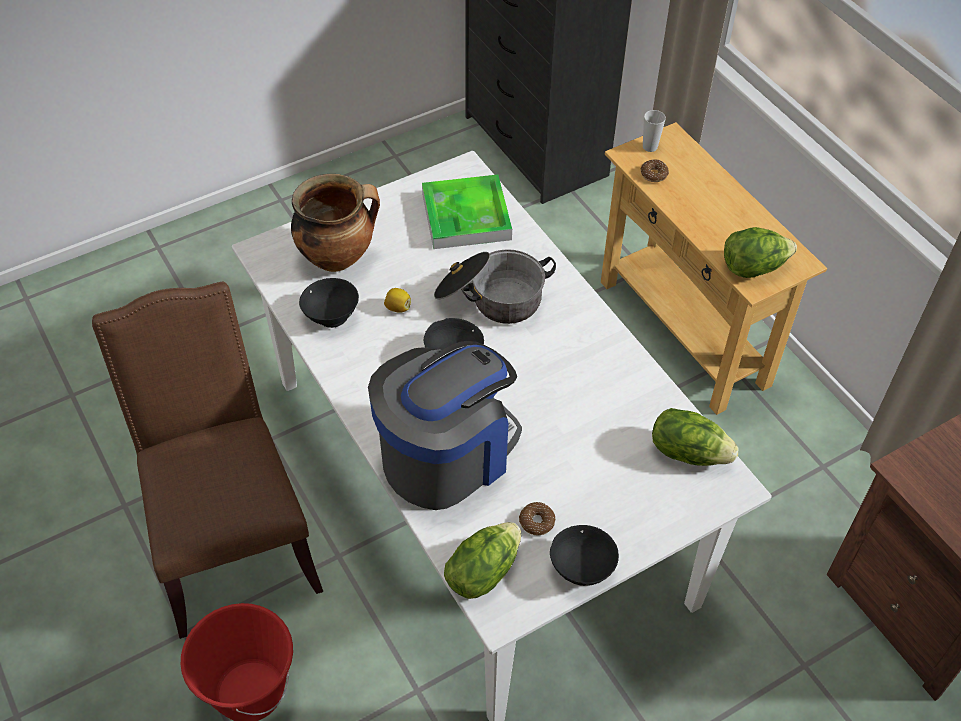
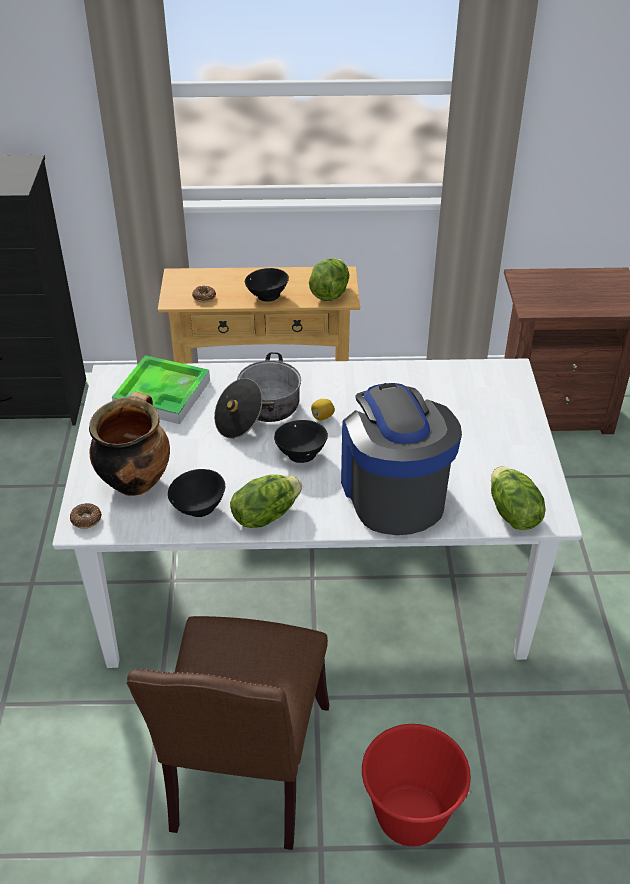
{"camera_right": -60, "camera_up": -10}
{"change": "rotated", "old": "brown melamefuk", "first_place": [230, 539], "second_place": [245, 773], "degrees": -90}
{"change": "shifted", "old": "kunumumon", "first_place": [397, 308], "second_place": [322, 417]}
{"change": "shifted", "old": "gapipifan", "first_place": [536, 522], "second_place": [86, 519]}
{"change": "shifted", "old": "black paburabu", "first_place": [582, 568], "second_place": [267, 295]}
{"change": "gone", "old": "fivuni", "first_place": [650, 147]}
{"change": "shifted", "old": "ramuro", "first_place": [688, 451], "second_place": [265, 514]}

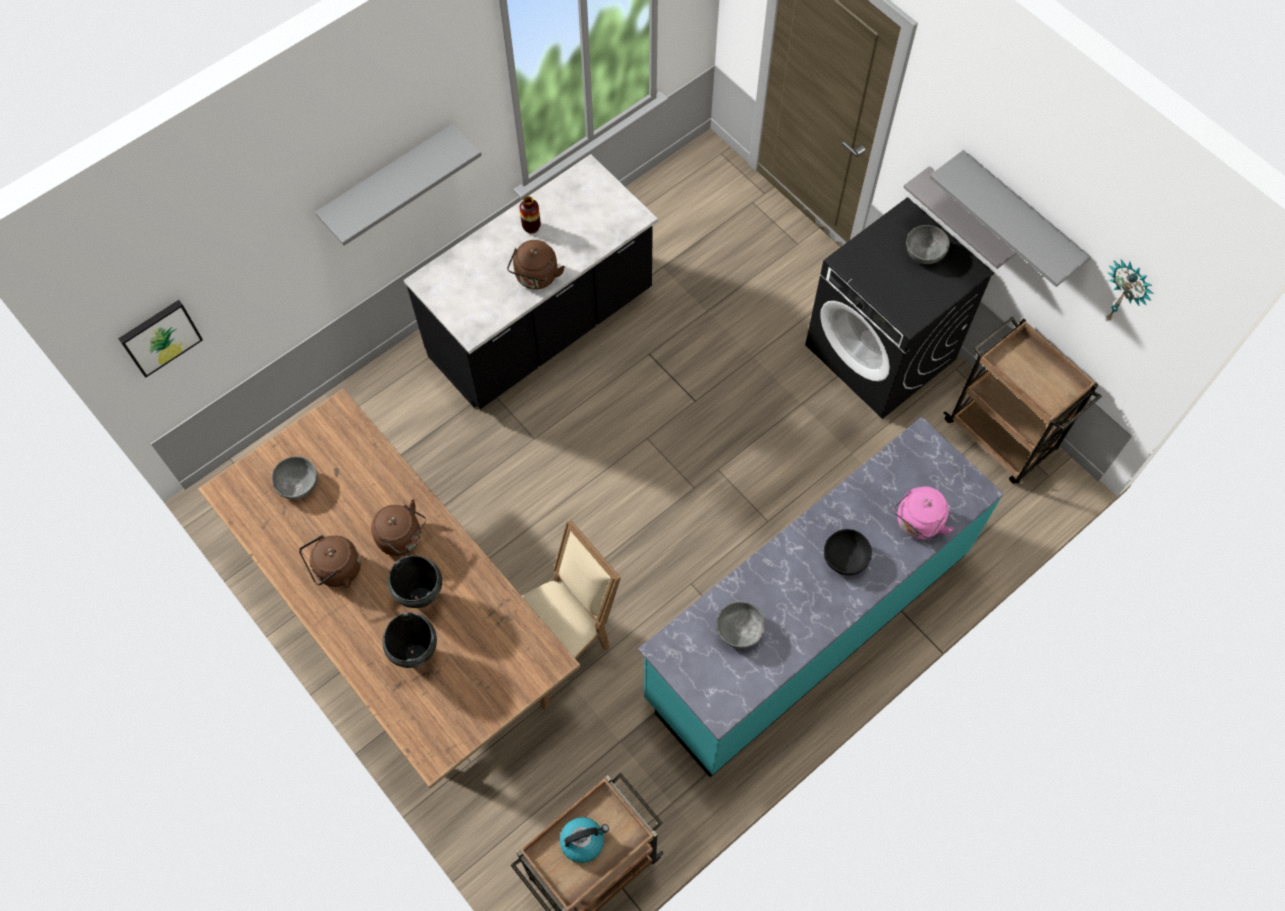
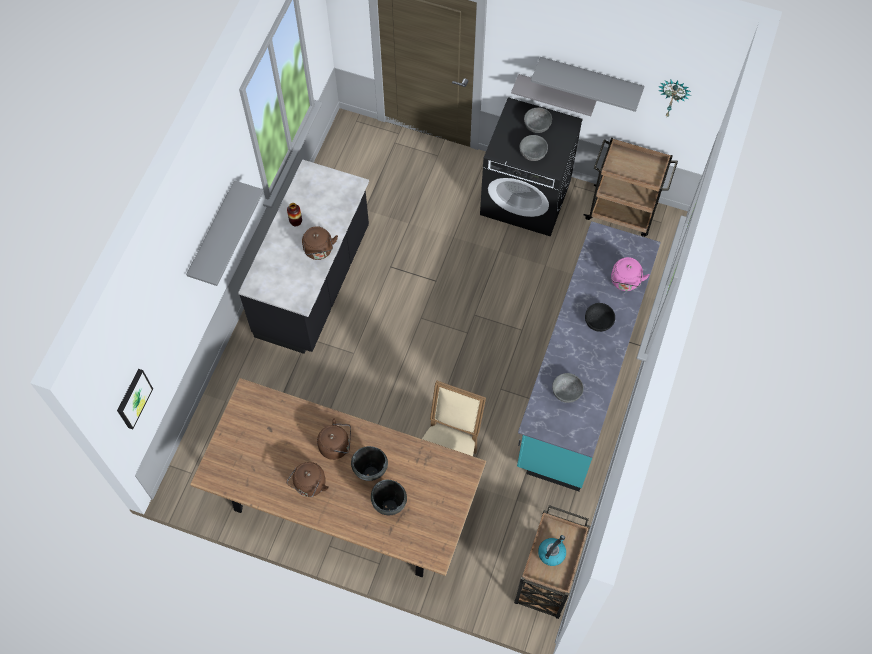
{"camera_right": -30, "camera_up": 0}
{"change": "shifted", "old": "grey paburabu", "first_place": [298, 484], "second_place": [533, 152]}

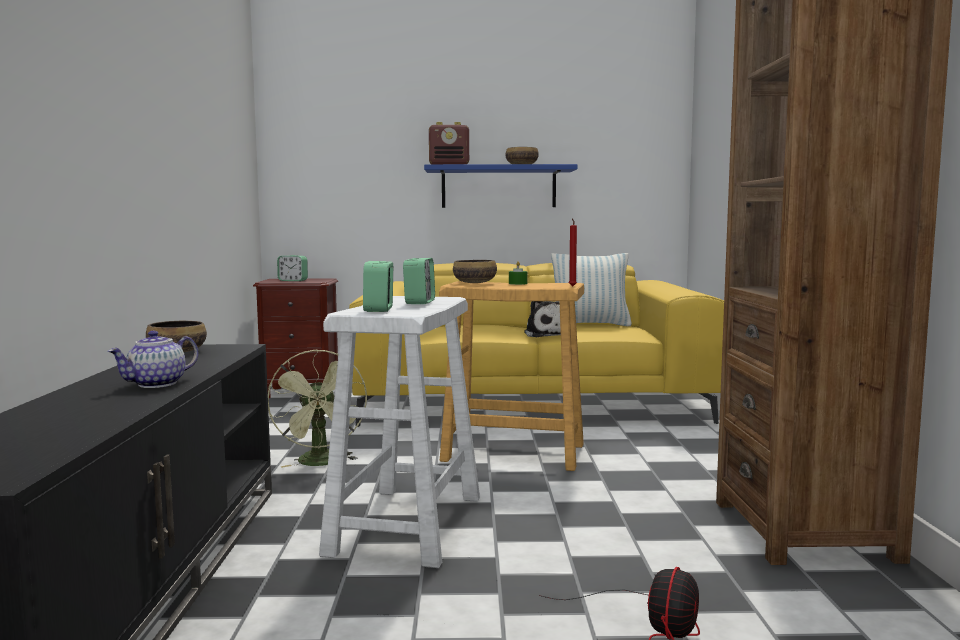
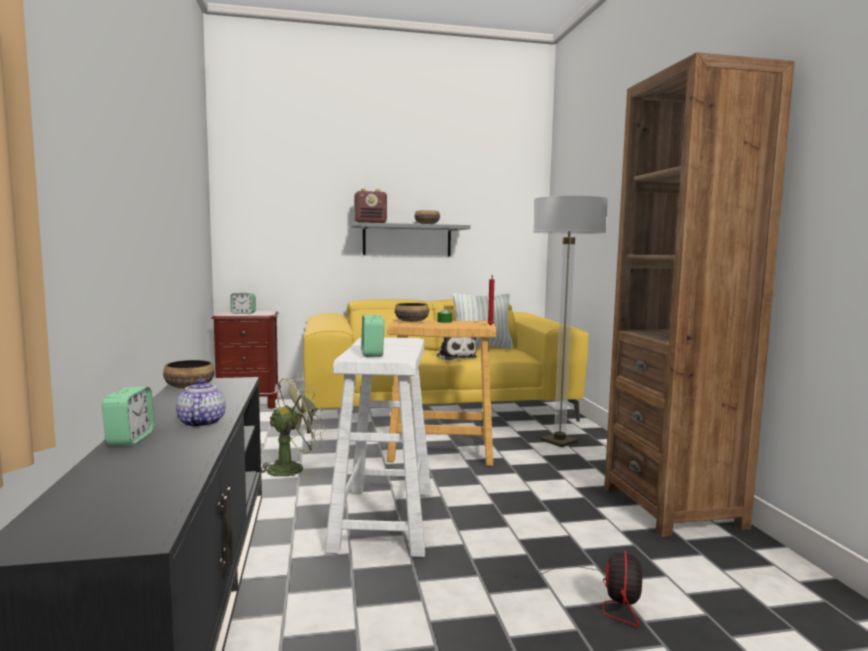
{"camera_right": -10, "camera_up": 0}
{"change": "rotated", "old": "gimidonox", "first_place": [157, 384], "second_place": [200, 423], "degrees": 135}
{"change": "rotated", "old": "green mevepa", "first_place": [322, 463], "second_place": [292, 468], "degrees": -105}
{"change": "shifted", "old": "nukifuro", "first_place": [419, 302], "second_place": [130, 438]}
{"change": "repainted", "old": "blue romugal", "new": "grey romugal", "first_place": [498, 187], "second_place": [407, 240]}
{"change": "new", "new": "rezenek", "second_place": [559, 442]}

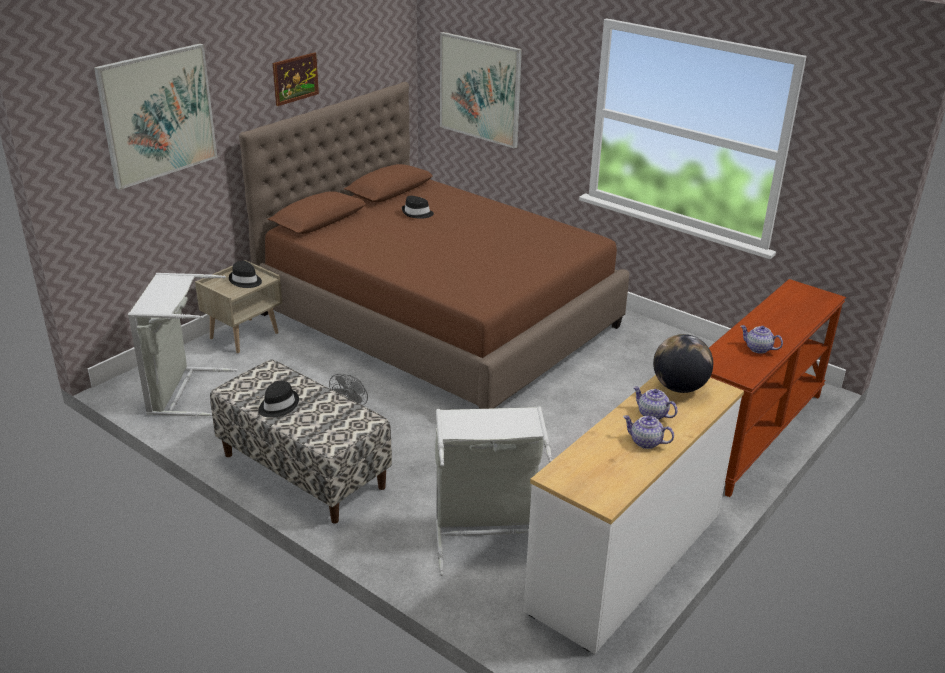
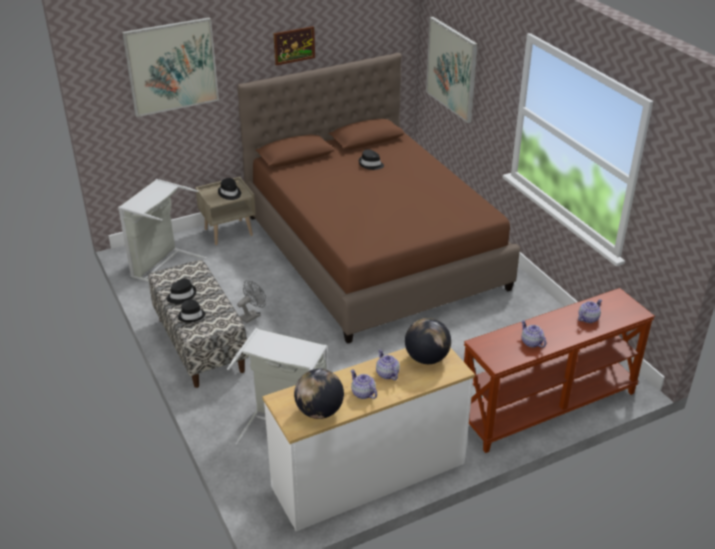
{"camera_right": 25, "camera_up": 5}
{"change": "new", "new": "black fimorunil", "second_place": [191, 315]}
{"change": "new", "new": "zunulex", "second_place": [319, 411]}
{"change": "new", "new": "gimidonox", "second_place": [588, 318]}

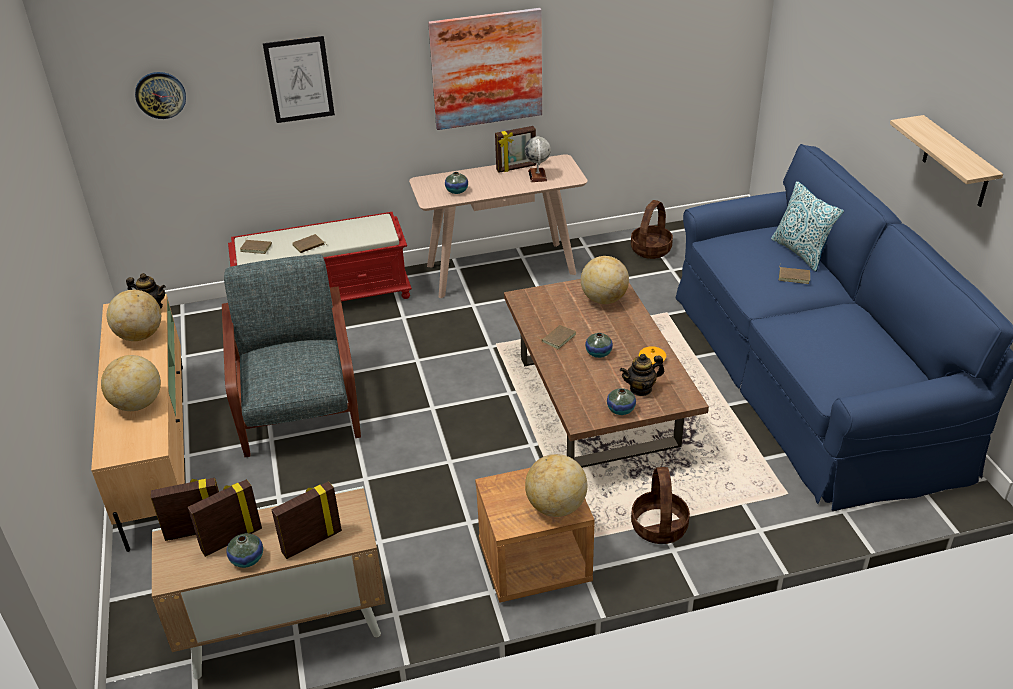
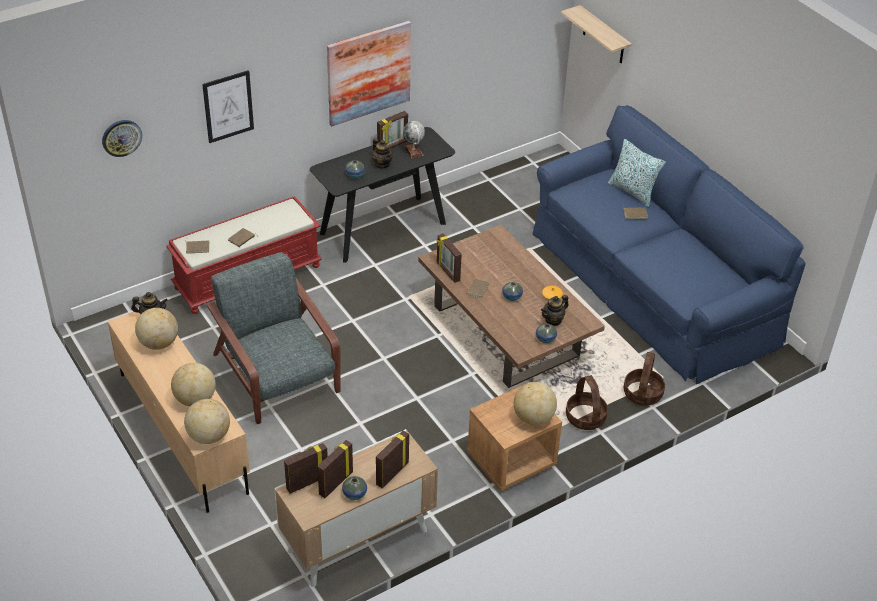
{"camera_right": -20, "camera_up": 5}
{"change": "repainted", "old": "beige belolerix", "new": "black belolerix", "first_place": [501, 269], "second_place": [383, 228]}
{"change": "shifted", "old": "zunulex", "first_place": [604, 299], "second_place": [209, 436]}
{"change": "shifted", "old": "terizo", "first_place": [651, 250], "second_place": [643, 394]}
{"change": "shifted", "old": "romugal", "first_place": [956, 163], "second_place": [604, 36]}
{"change": "new", "new": "gimidonox", "second_place": [382, 164]}
{"change": "new", "new": "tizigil", "second_place": [447, 272]}

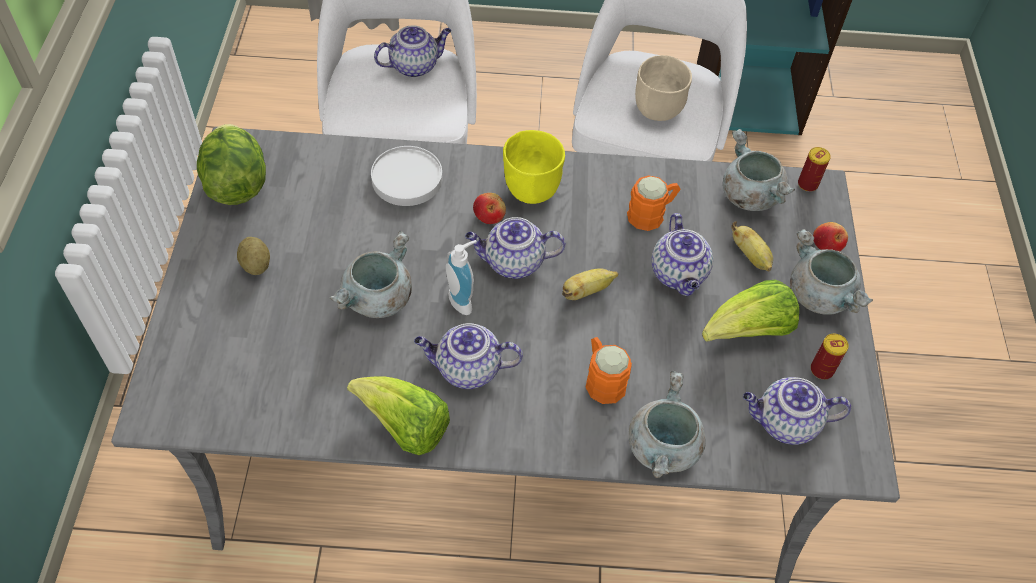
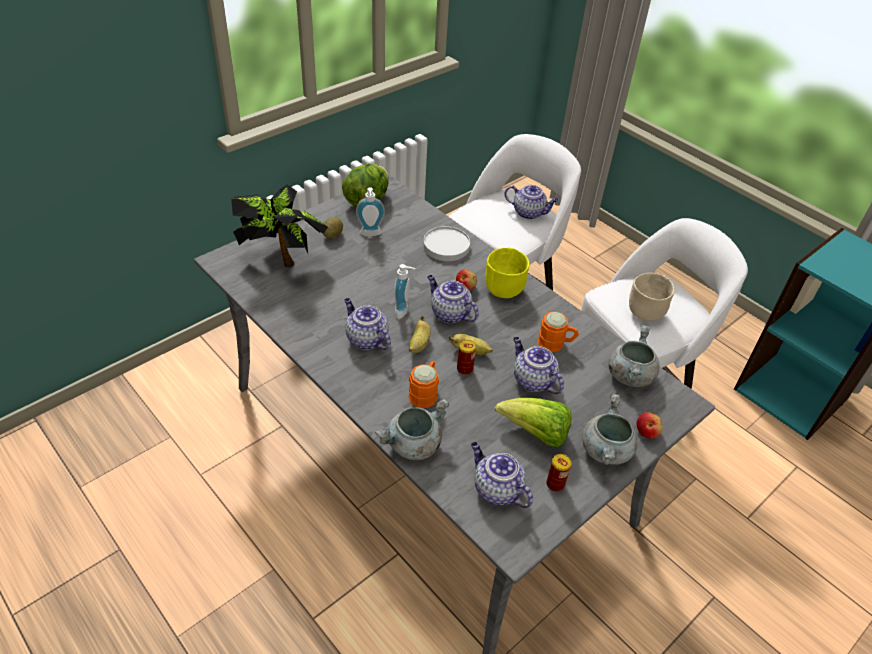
{"camera_right": 45, "camera_up": -10}
{"change": "gone", "old": "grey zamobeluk", "first_place": [377, 300]}
{"change": "gone", "old": "ramuro", "first_place": [405, 427]}
{"change": "rotated", "old": "gimidonox", "first_place": [679, 275], "second_place": [532, 380], "degrees": 105}
{"change": "shifted", "old": "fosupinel", "first_place": [751, 256], "second_place": [419, 344]}
{"change": "shifted", "old": "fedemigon", "first_place": [807, 184], "second_place": [464, 369]}
{"change": "new", "new": "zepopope", "second_place": [281, 258]}
{"change": "new", "new": "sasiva", "second_place": [370, 234]}

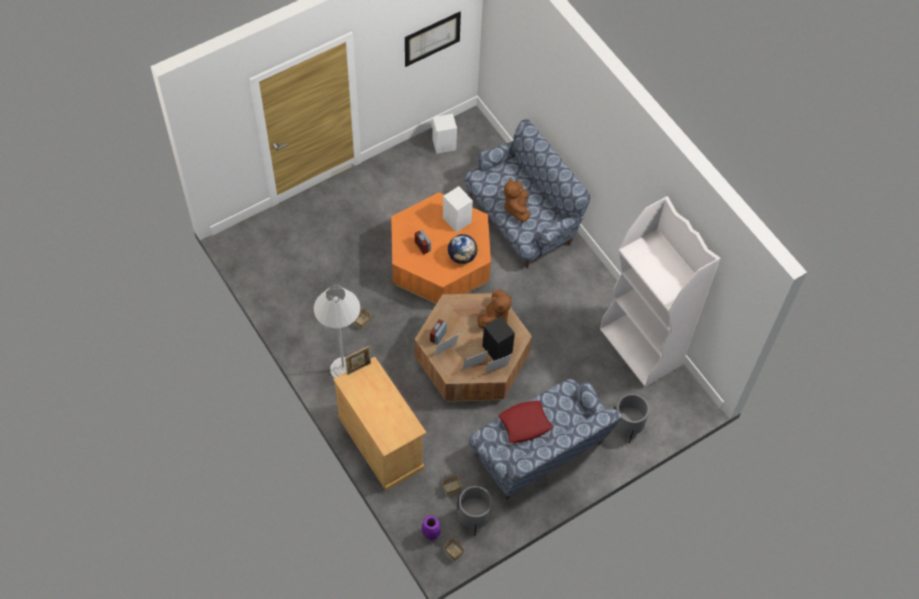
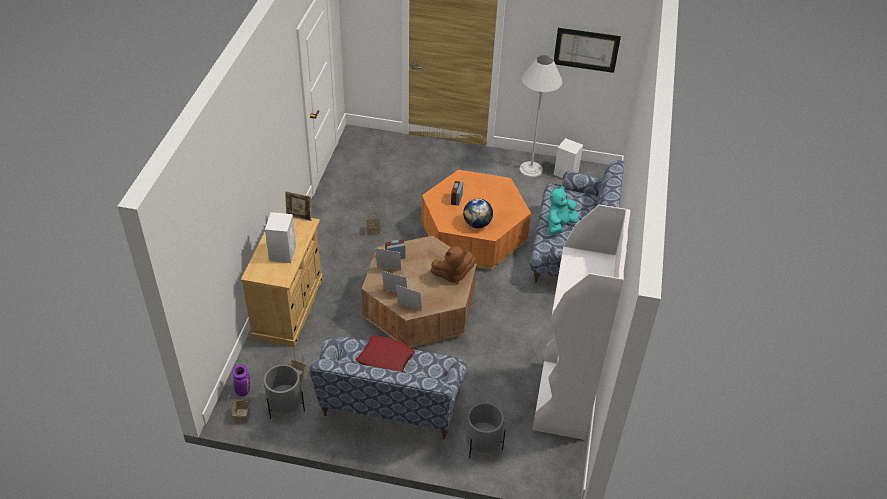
{"camera_right": 45, "camera_up": -15}
{"change": "shifted", "old": "white rezenek", "first_place": [343, 369], "second_place": [531, 170]}
{"change": "shifted", "old": "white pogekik", "first_place": [456, 219], "second_place": [283, 252]}
{"change": "gone", "old": "black pogekik", "first_place": [497, 349]}
{"change": "repainted", "old": "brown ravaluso", "new": "turquoise ravaluso", "first_place": [516, 208], "second_place": [559, 225]}

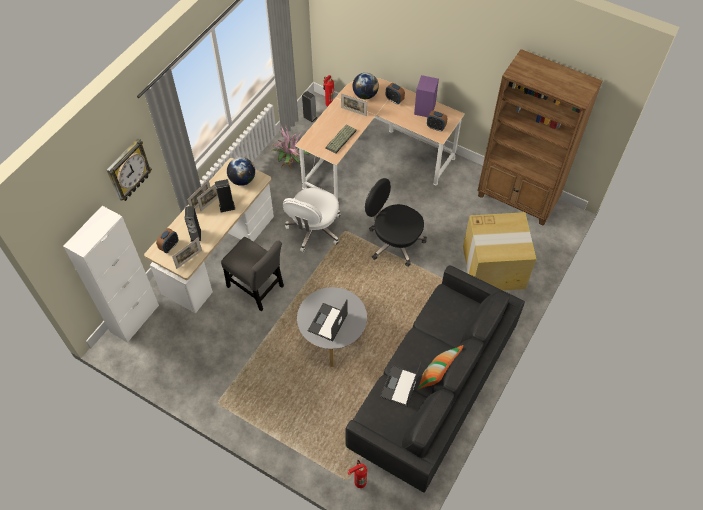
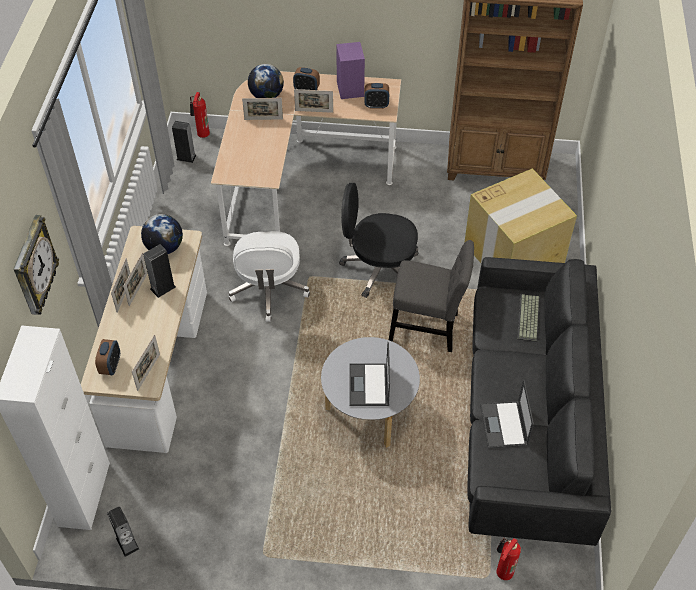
{"camera_right": -25, "camera_up": -5}
{"change": "shifted", "old": "pogekik", "first_place": [195, 235], "second_place": [127, 543]}
{"change": "shifted", "old": "grey melamefuk", "first_place": [257, 288], "second_place": [427, 328]}
{"change": "gone", "old": "zepopope", "first_place": [291, 163]}
{"change": "shifted", "old": "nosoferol", "first_place": [341, 139], "second_place": [529, 319]}
{"change": "gone", "old": "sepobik", "first_place": [437, 377]}
{"change": "new", "new": "tizigil", "second_place": [314, 111]}

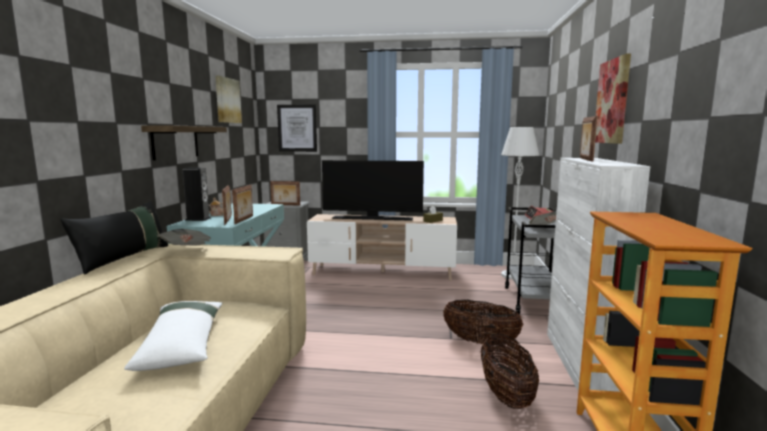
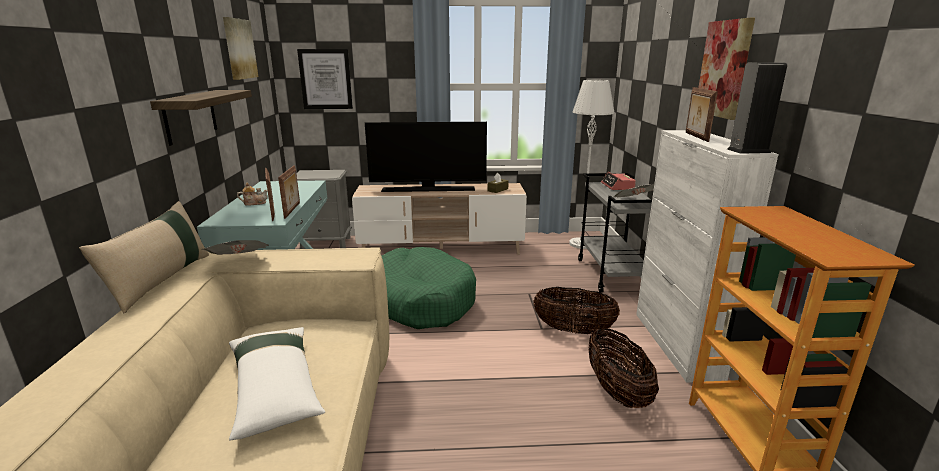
{"camera_right": -10, "camera_up": 10}
{"change": "repainted", "old": "black sepobik", "new": "beige sepobik", "first_place": [124, 258], "second_place": [161, 280]}
{"change": "shifted", "old": "pogekik", "first_place": [198, 219], "second_place": [748, 151]}
{"change": "gone", "old": "tizigil", "first_place": [285, 205]}
{"change": "new", "new": "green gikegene", "second_place": [420, 301]}

